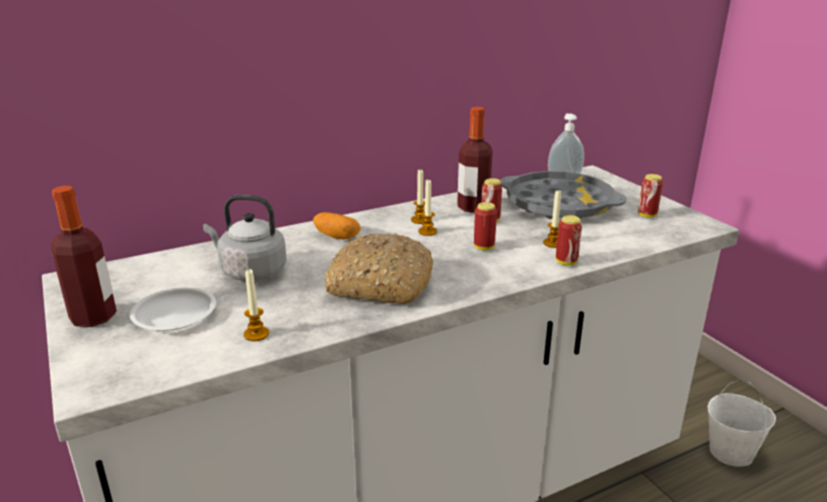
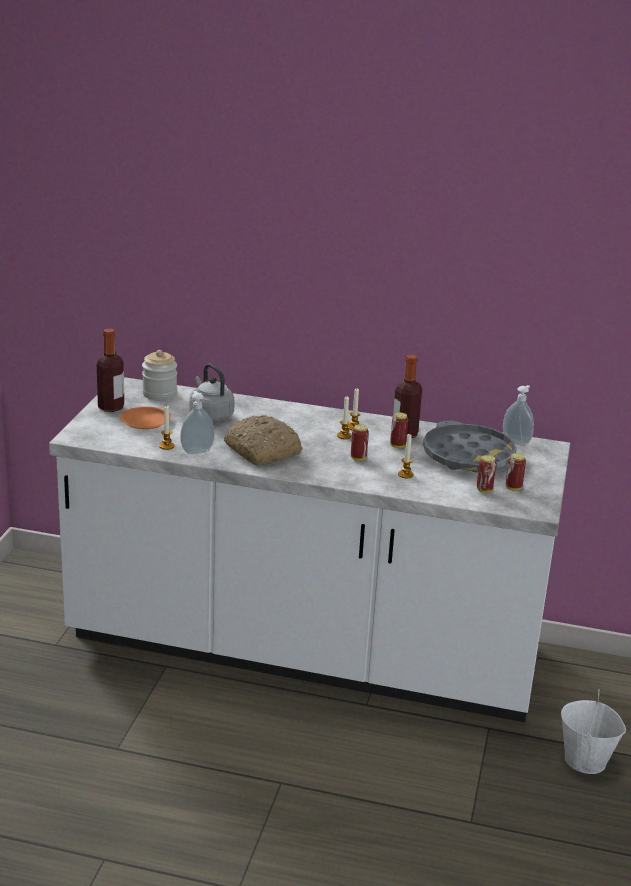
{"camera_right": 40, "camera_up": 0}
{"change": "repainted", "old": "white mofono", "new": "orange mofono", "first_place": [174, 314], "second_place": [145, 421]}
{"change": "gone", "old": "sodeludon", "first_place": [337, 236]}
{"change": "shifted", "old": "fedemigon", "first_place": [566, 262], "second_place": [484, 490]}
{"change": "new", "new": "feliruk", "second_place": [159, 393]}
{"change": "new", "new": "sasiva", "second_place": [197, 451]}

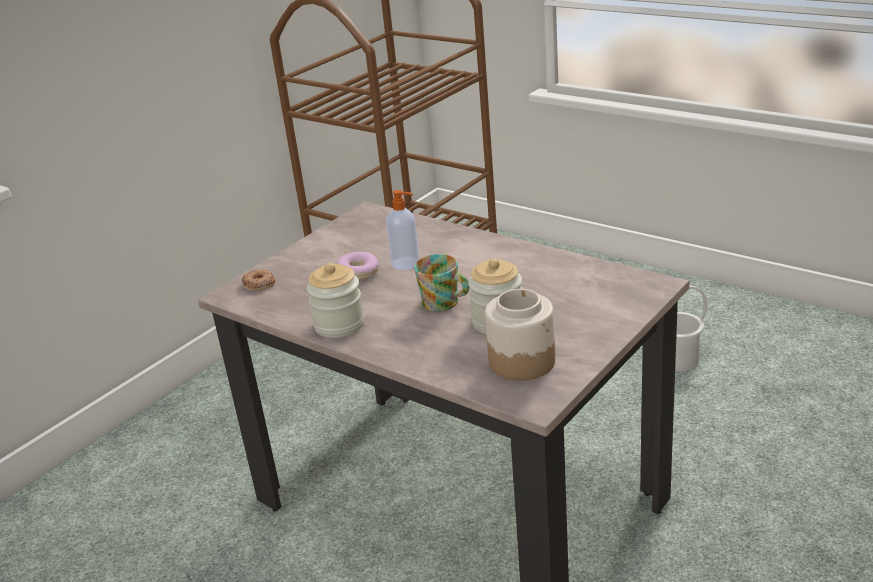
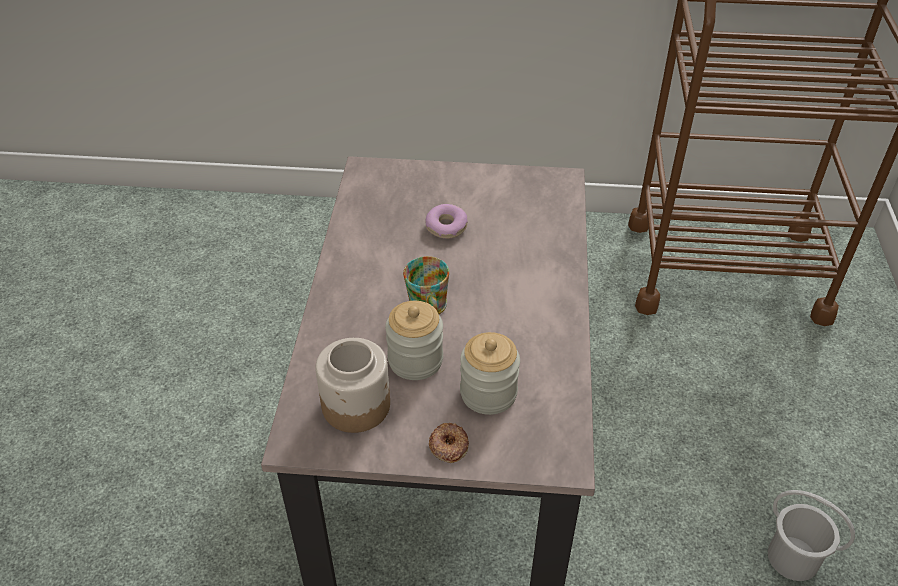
{"camera_right": 55, "camera_up": 15}
{"change": "shifted", "old": "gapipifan", "first_place": [259, 284], "second_place": [448, 445]}
{"change": "shifted", "old": "feliruk", "first_place": [339, 325], "second_place": [488, 393]}
{"change": "gone", "old": "sasiva", "first_place": [407, 263]}

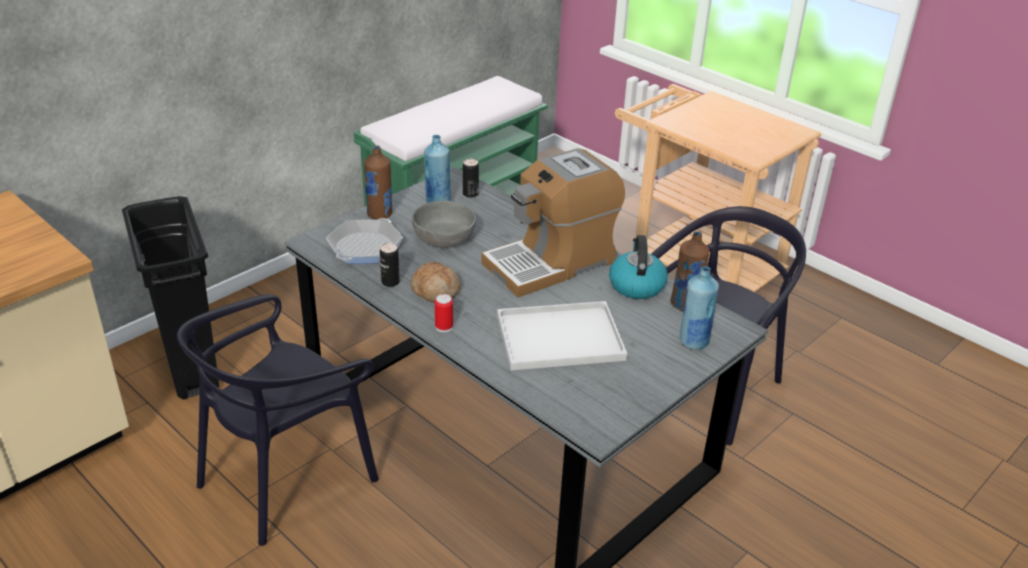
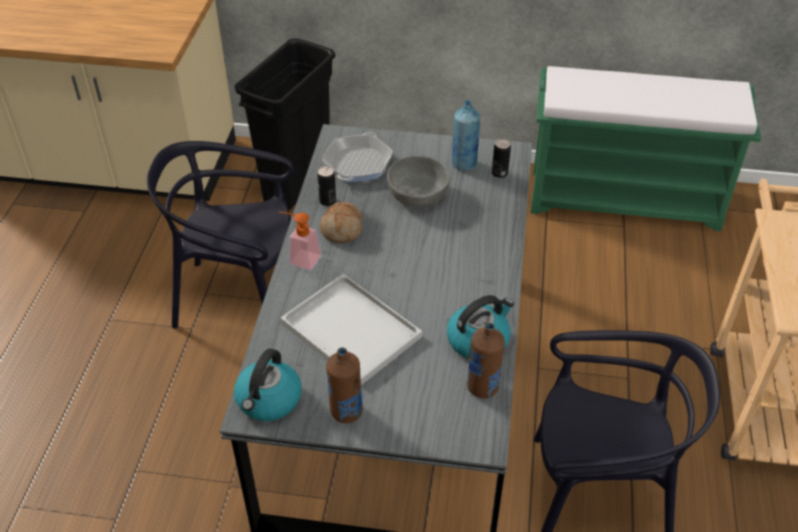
{"camera_right": 55, "camera_up": 10}
{"change": "rotated", "old": "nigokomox", "first_place": [365, 247], "second_place": [358, 163], "degrees": 120}
{"change": "shifted", "old": "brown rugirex", "first_place": [379, 214], "second_place": [346, 412]}
{"change": "swapped", "old": "fedemigon", "new": "sasiva", "first_place": [444, 327], "second_place": [300, 259]}
{"change": "gone", "old": "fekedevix", "first_place": [551, 262]}
{"change": "gone", "old": "blue rugirex", "first_place": [693, 341]}
{"change": "new", "new": "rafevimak", "second_place": [269, 400]}

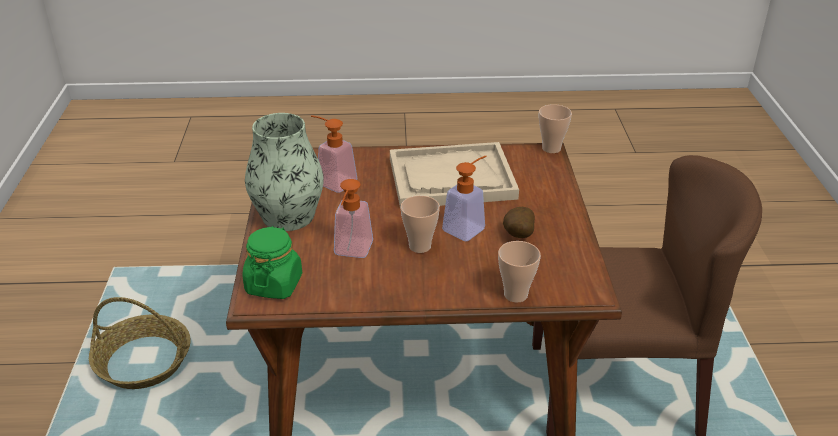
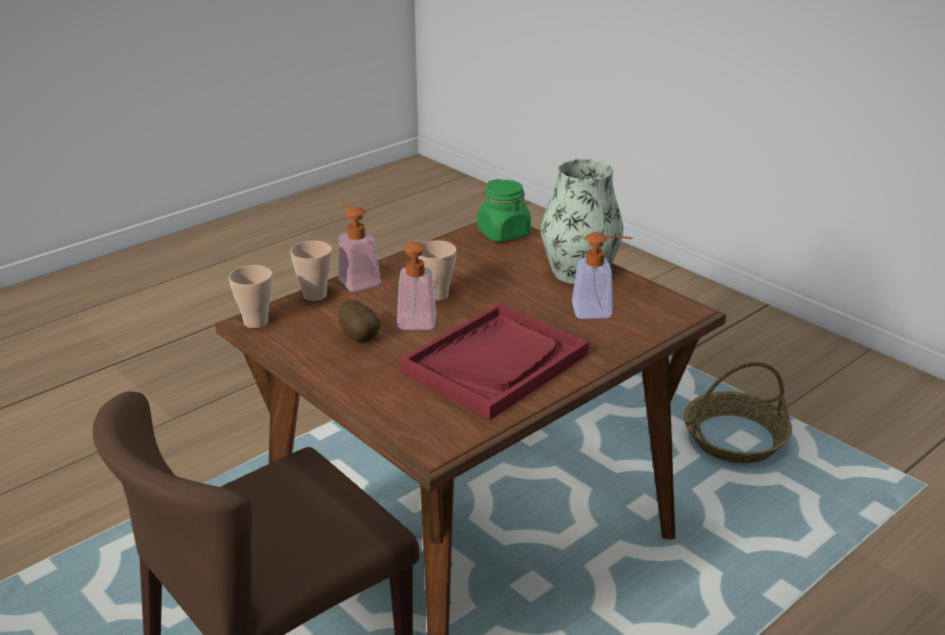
{"camera_right": 140, "camera_up": -5}
{"change": "shifted", "old": "sasiva", "first_place": [351, 252], "second_place": [356, 279]}
{"change": "repainted", "old": "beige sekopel", "new": "red sekopel", "first_place": [451, 178], "second_place": [495, 363]}
{"change": "shifted", "old": "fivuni", "first_place": [551, 148], "second_place": [256, 322]}

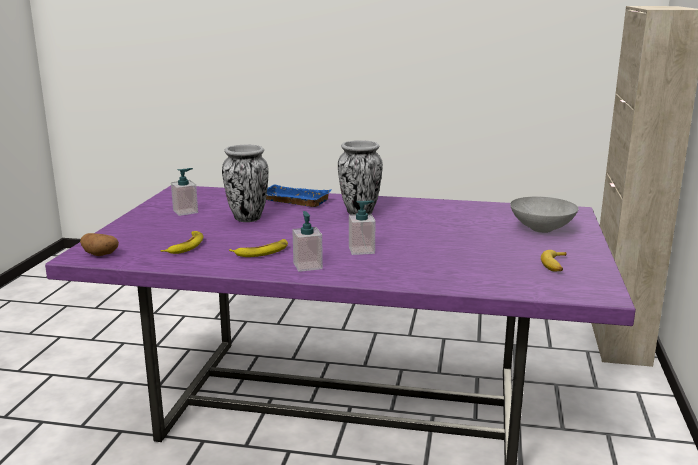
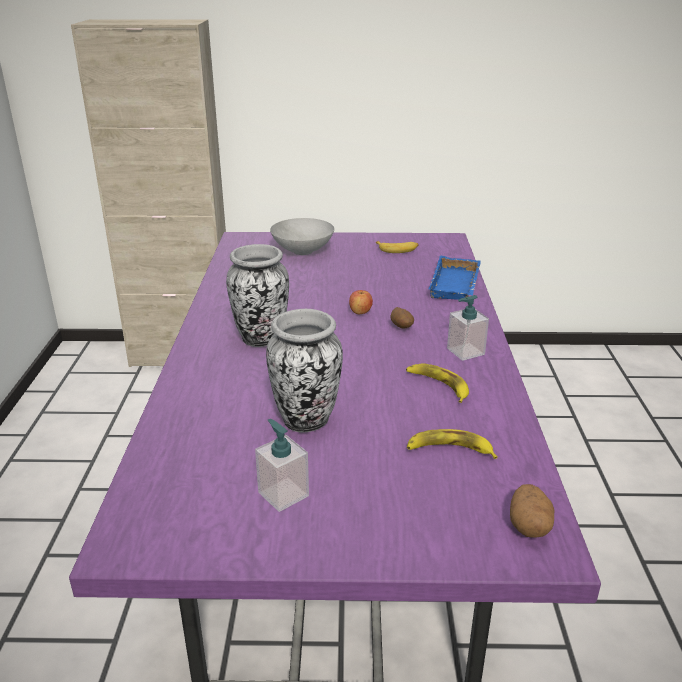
{"camera_right": -100, "camera_up": 10}
{"change": "shifted", "old": "blue sekopel", "first_place": [292, 201], "second_place": [456, 285]}
{"change": "swapped", "old": "sasiva", "new": "sodeludon", "first_place": [361, 250], "second_place": [401, 327]}
{"change": "new", "new": "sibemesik", "second_place": [360, 312]}

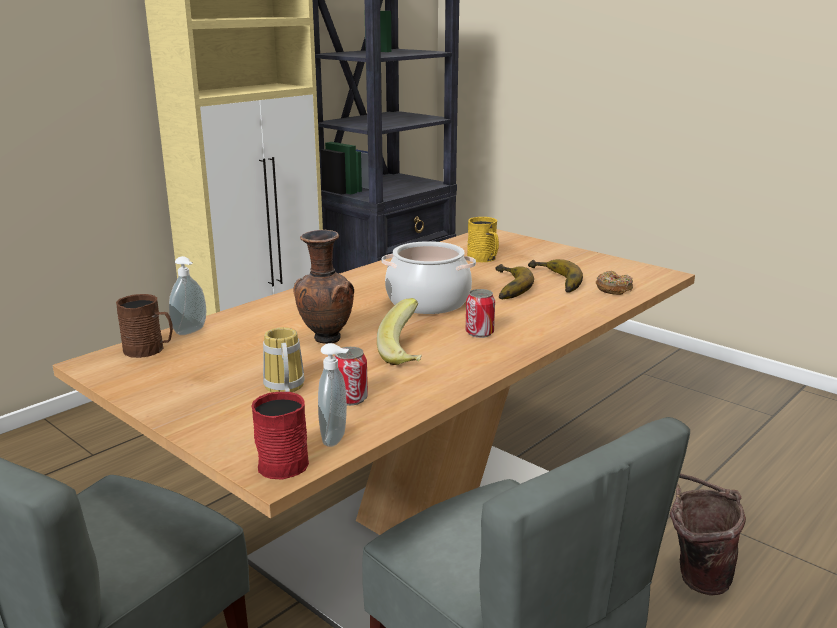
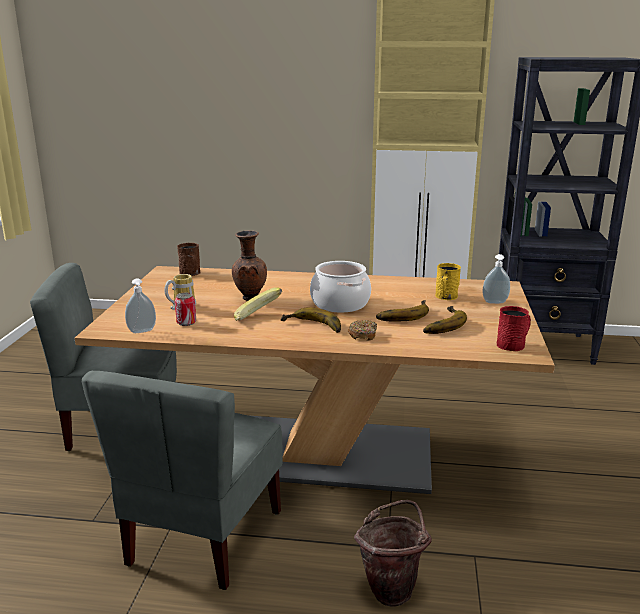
{"camera_right": 55, "camera_up": 0}
{"change": "shifted", "old": "sasiva", "first_place": [191, 331], "second_place": [495, 303]}
{"change": "shifted", "old": "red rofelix", "first_place": [284, 460], "second_place": [513, 344]}
{"change": "swapped", "old": "fedemigon", "new": "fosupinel", "first_place": [479, 333], "second_place": [312, 327]}
{"change": "shifted", "old": "gapipifan", "first_place": [613, 289], "second_place": [363, 335]}

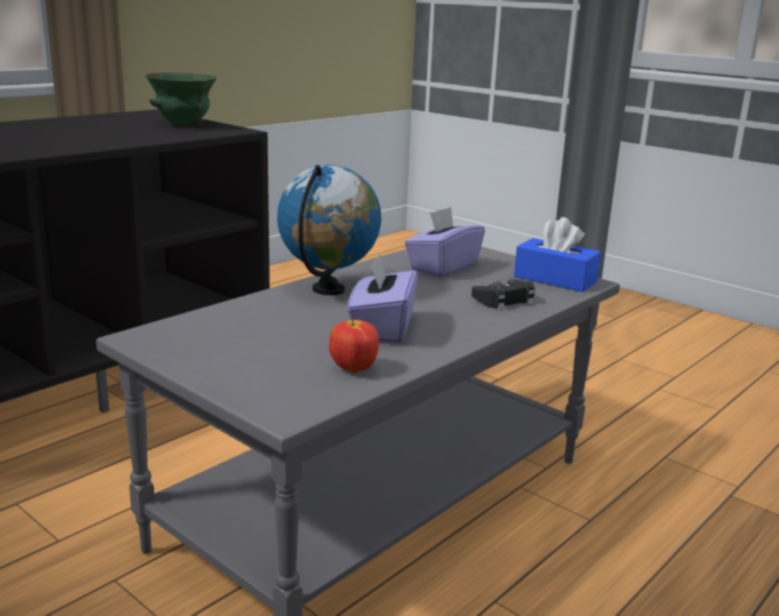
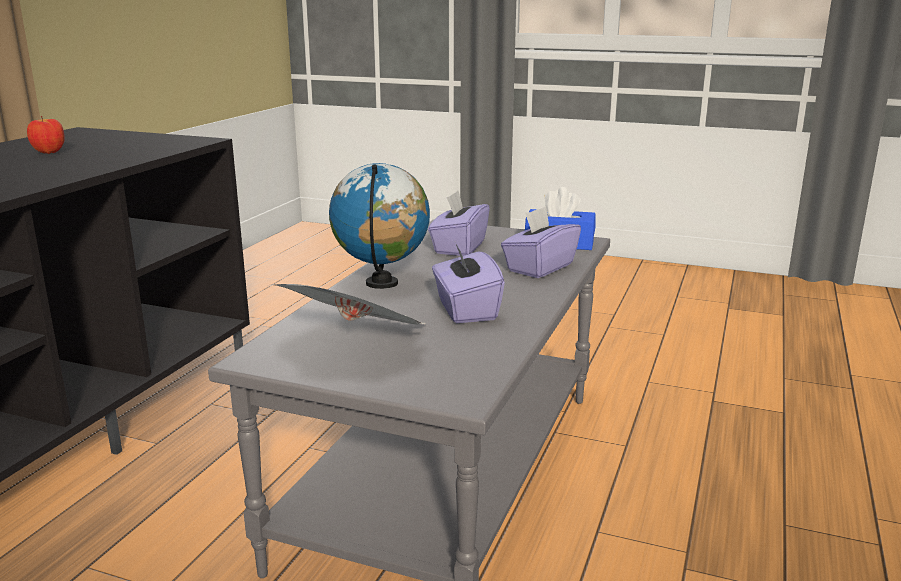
{"camera_right": -20, "camera_up": 0}
{"change": "gone", "old": "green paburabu", "first_place": [183, 124]}
{"change": "shifted", "old": "sibemesik", "first_place": [352, 369], "second_place": [49, 153]}
{"change": "swapped", "old": "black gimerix", "new": "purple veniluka", "first_place": [505, 301], "second_place": [539, 267]}
{"change": "new", "new": "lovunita", "second_place": [358, 346]}

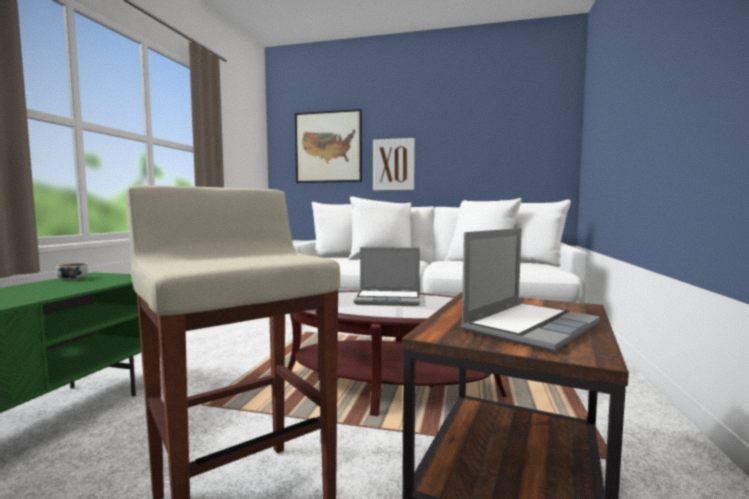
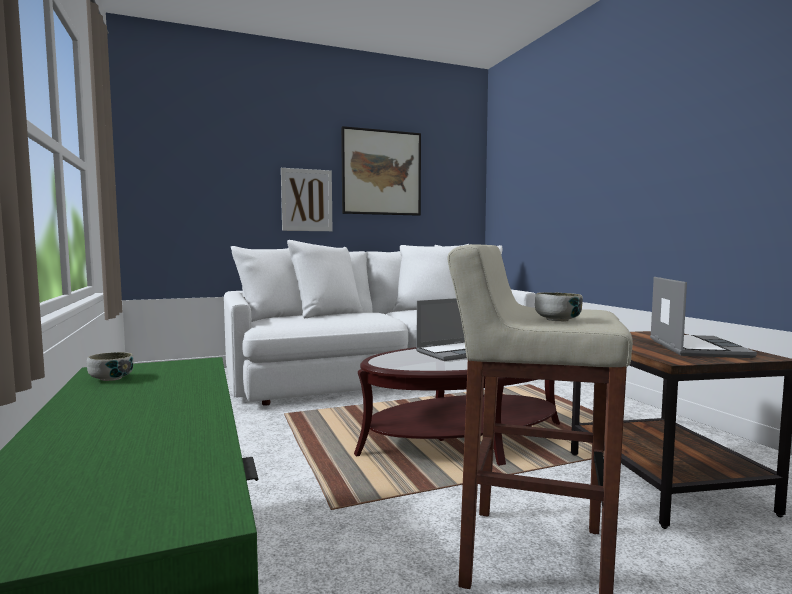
{"camera_right": -35, "camera_up": 0}
{"change": "shifted", "old": "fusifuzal", "first_place": [328, 147], "second_place": [381, 173]}
{"change": "new", "new": "paburabu", "second_place": [557, 320]}

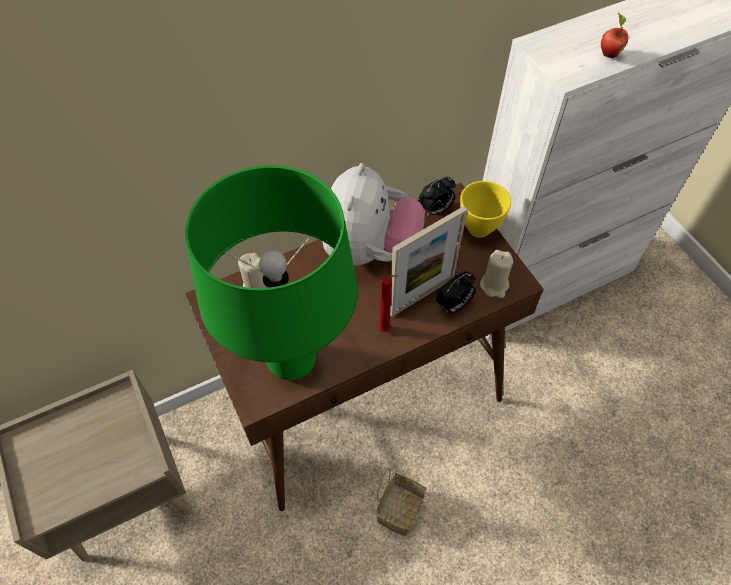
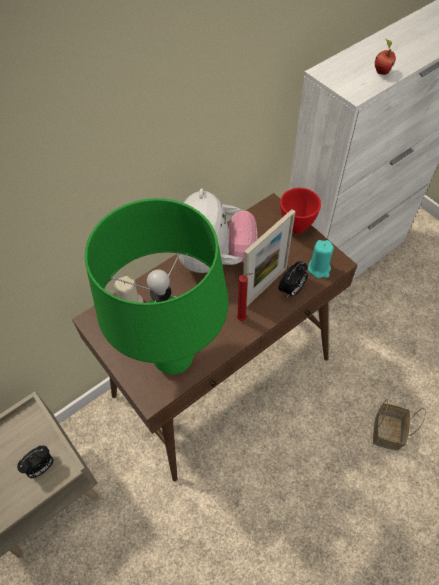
{"camera_right": -10, "camera_up": 0}
{"change": "shifted", "old": "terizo", "first_place": [400, 512], "second_place": [388, 433]}
{"change": "shifted", "old": "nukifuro", "first_place": [435, 210], "second_place": [41, 467]}
{"change": "repainted", "old": "yellow paburabu", "new": "red paburabu", "first_place": [478, 229], "second_place": [296, 227]}
{"change": "repainted", "old": "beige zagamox", "new": "turquoise zagamox", "first_place": [494, 285], "second_place": [319, 268]}

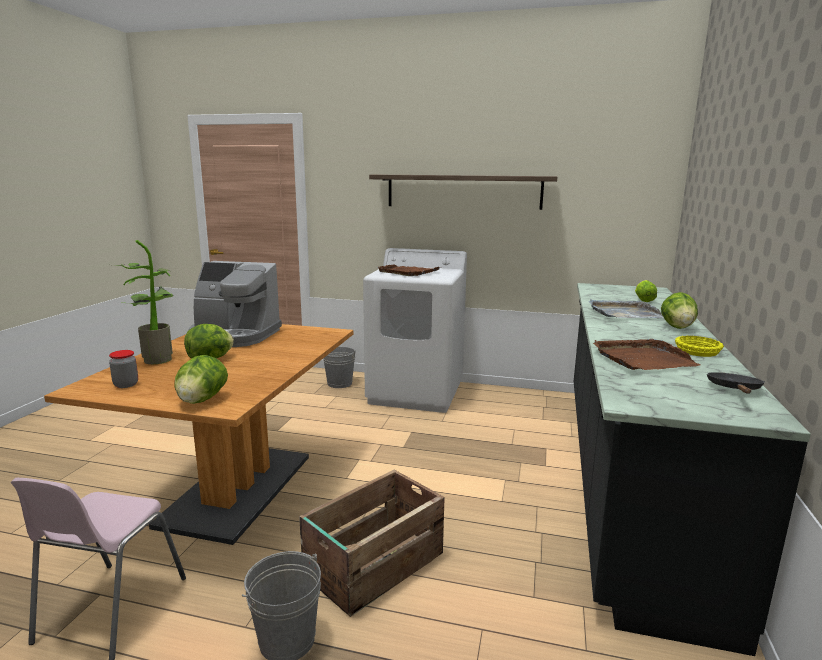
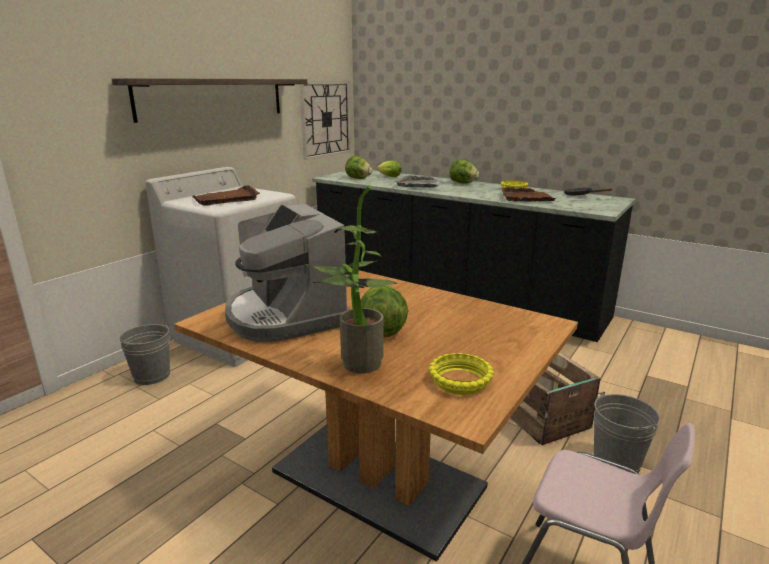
{"camera_right": -70, "camera_up": 5}
{"change": "swapped", "old": "feliruk", "new": "yellow paburabu", "first_place": [126, 384], "second_place": [461, 380]}
{"change": "shifted", "old": "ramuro", "first_place": [201, 400], "second_place": [358, 178]}
{"change": "rotated", "old": "fekedevix", "first_place": [234, 335], "second_place": [285, 316], "degrees": 120}
{"change": "new", "new": "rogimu", "second_place": [325, 119]}

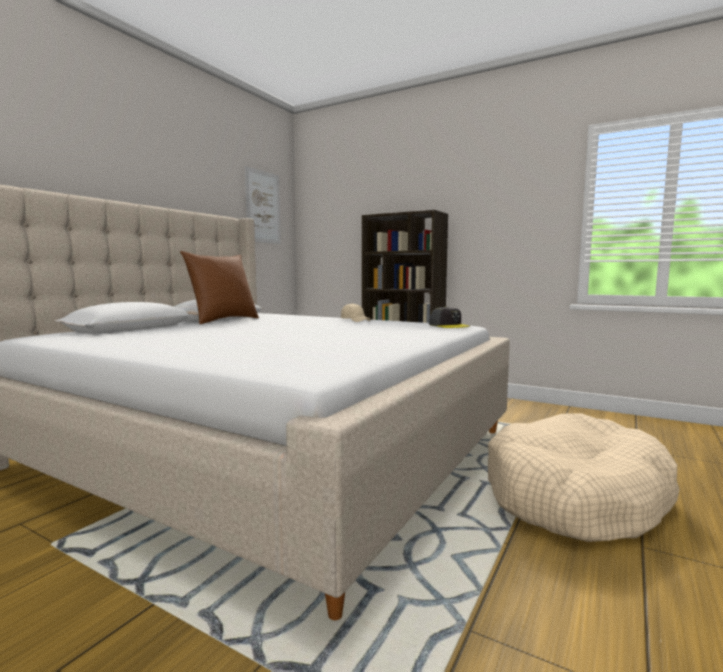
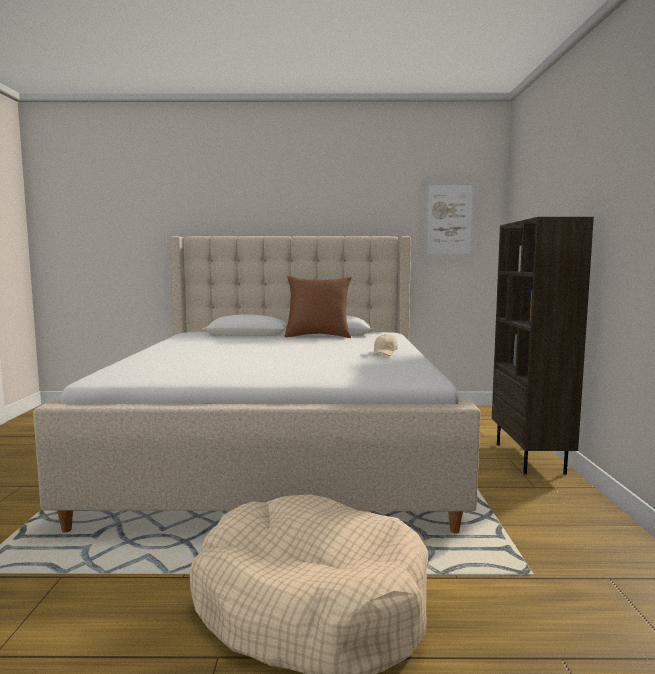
{"camera_right": 60, "camera_up": 0}
{"change": "gone", "old": "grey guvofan", "first_place": [448, 325]}

